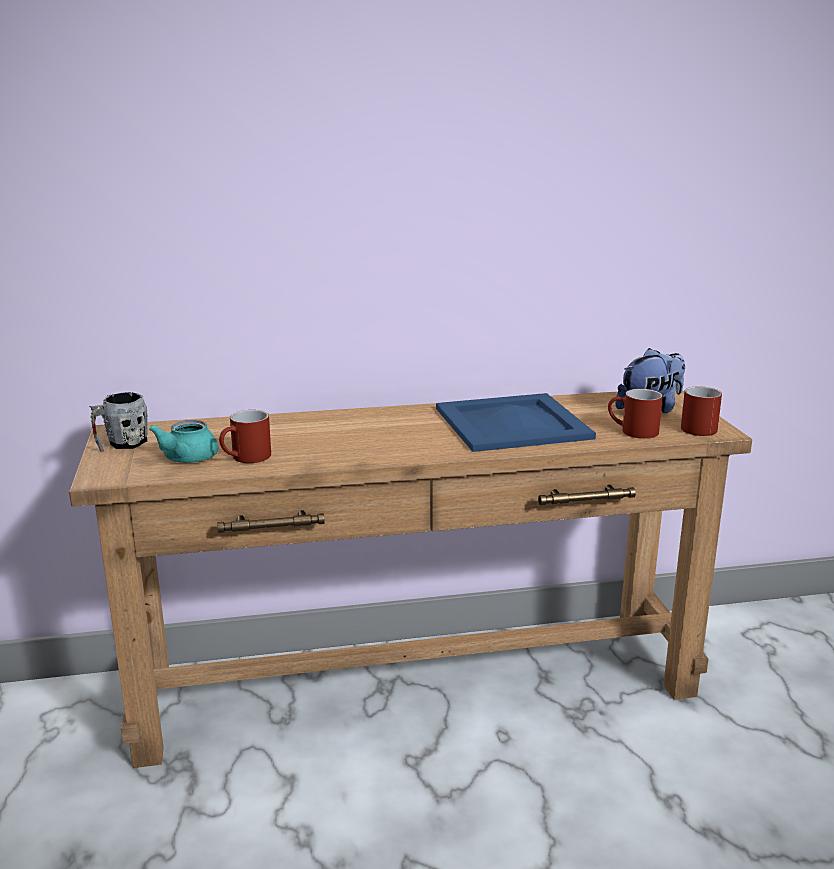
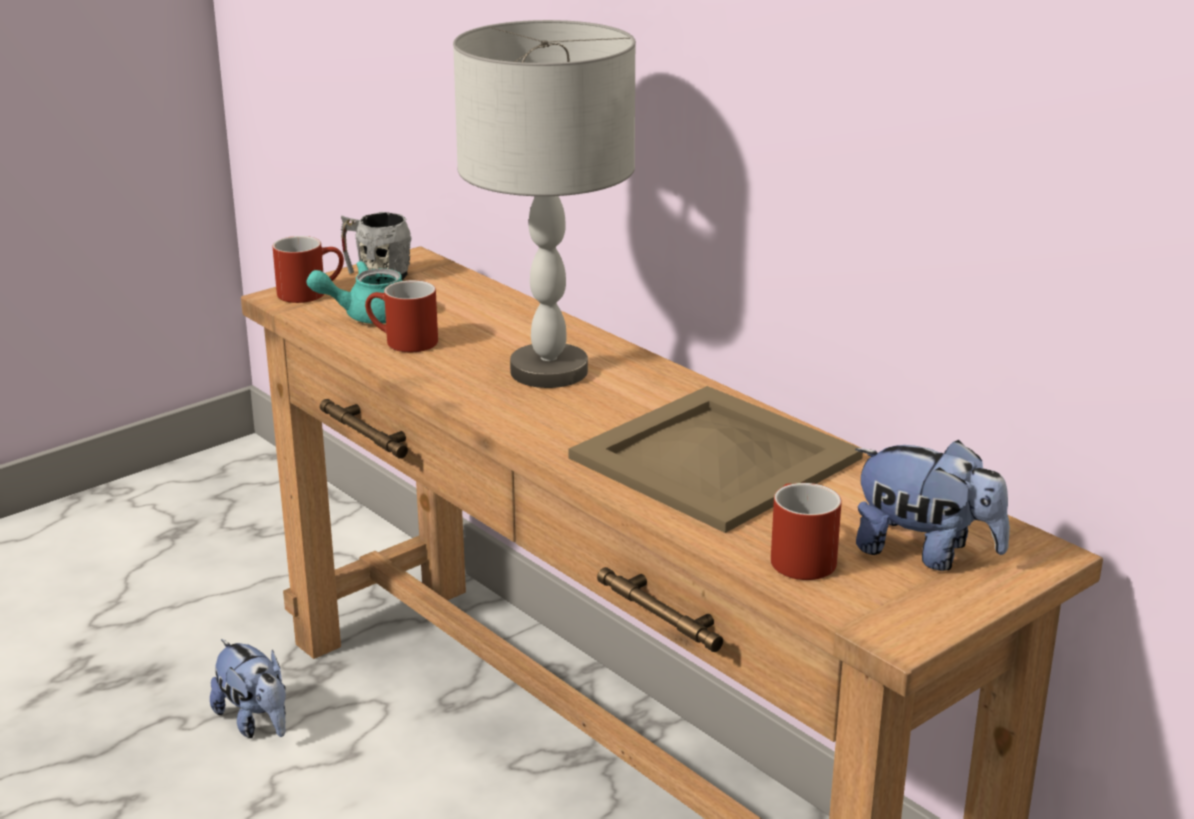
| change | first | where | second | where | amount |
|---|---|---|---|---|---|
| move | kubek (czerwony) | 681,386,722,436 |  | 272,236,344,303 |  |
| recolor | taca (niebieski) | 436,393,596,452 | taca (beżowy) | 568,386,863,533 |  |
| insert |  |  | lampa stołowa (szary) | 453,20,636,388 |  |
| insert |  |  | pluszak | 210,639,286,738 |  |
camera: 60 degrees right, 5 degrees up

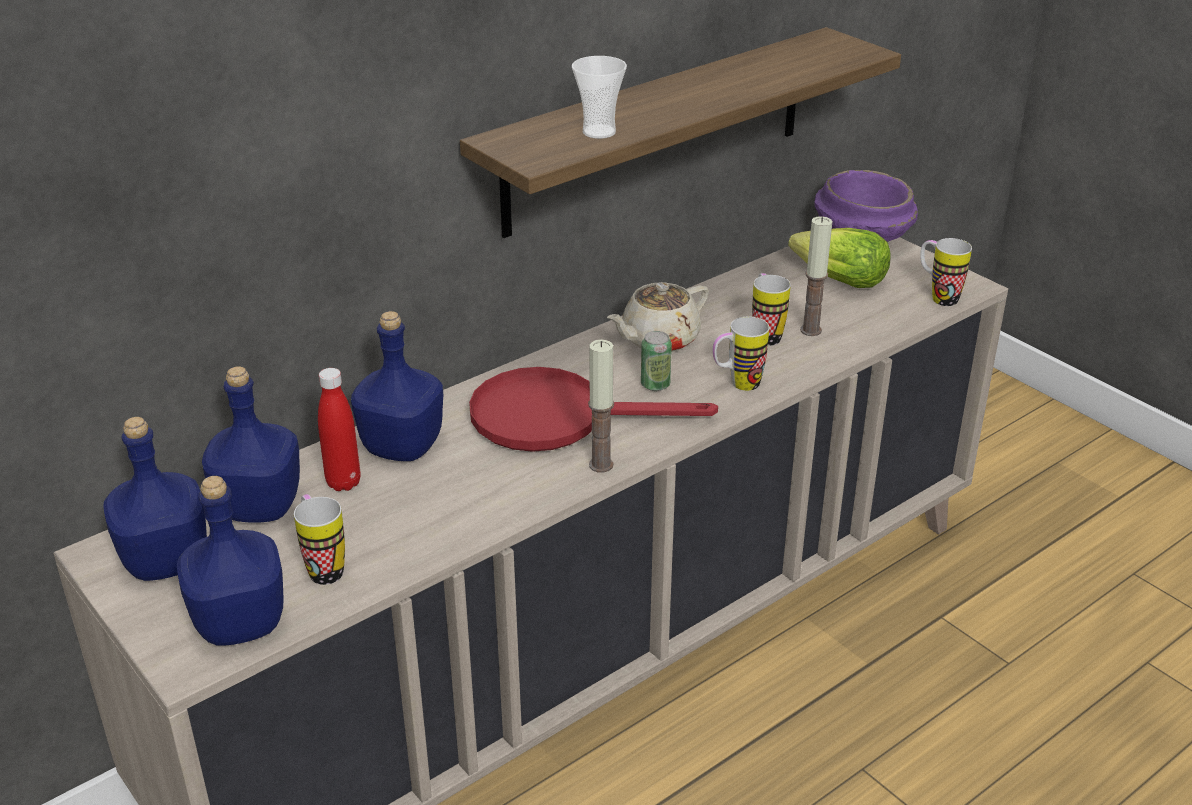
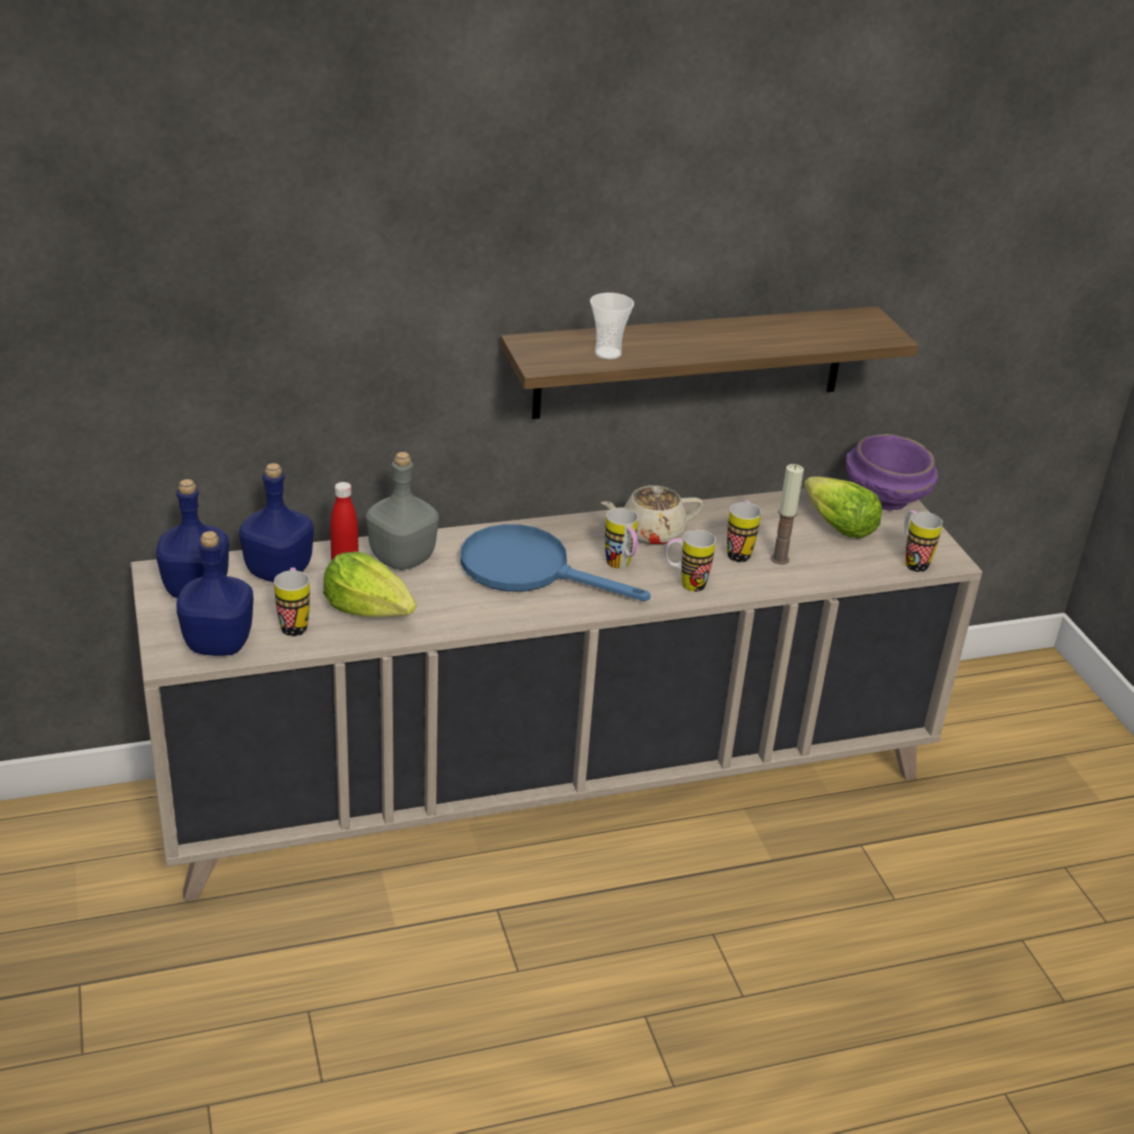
| change | first | where | second | where | amount |
|---|---|---|---|---|---|
| recolor | butelka (niebieski) | 351,311,443,461 | butelka (szary) | 366,452,439,570 |  |
| replace | puszka | 641,331,672,391 | kubek | 605,507,638,569 |  |
| delete | świeca | 588,339,614,473 |  |  |  |
| recolor | patelnia (czerwony) | 469,367,718,452 | patelnia (niebieski) | 461,524,651,601 |  |
| insert |  |  | sałata | 323,552,416,617 |  |
camera: 20 degrees right, 0 degrees up

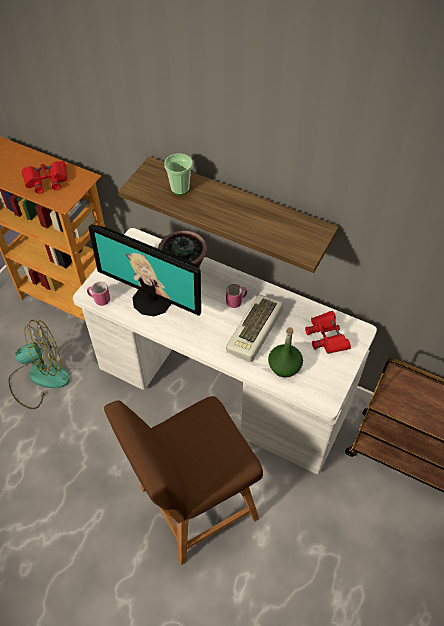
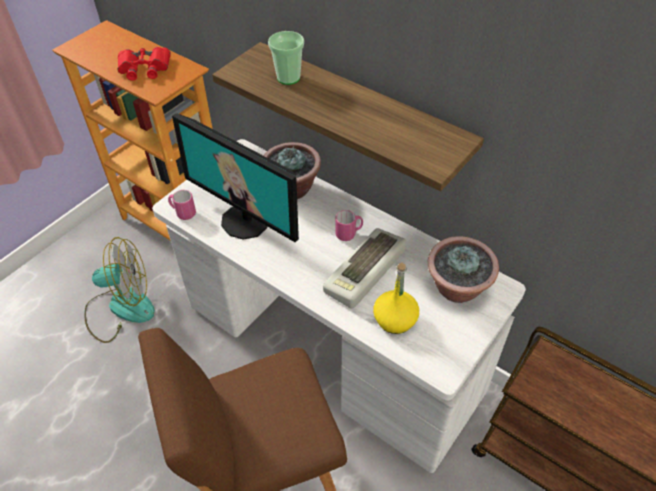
| change | first | where | second | where | amount |
|---|---|---|---|---|---|
| replace | lornetka (czerwony) | 305,311,351,354 | roślina doniczkowa | 428,236,499,303 |  |
| recolor | butelka (zielony) | 268,327,303,377 | butelka (żółty) | 373,263,419,334 |  |
camera: 10 degrees right, 5 degrees down

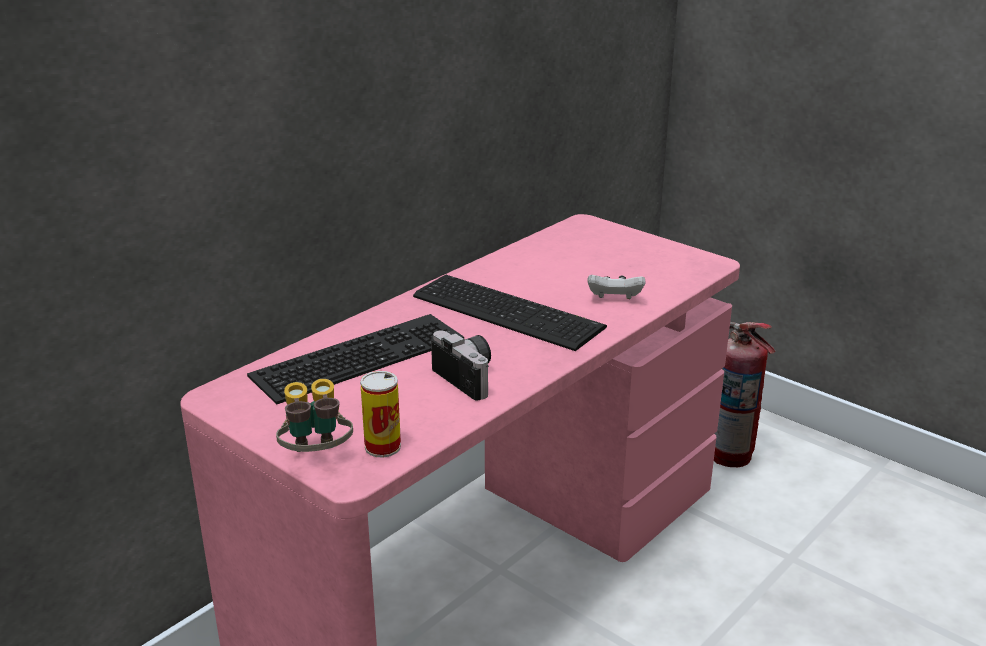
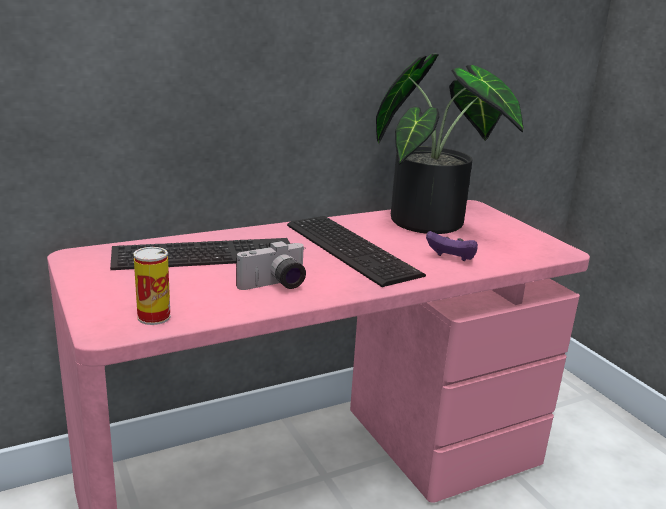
| change | first | where | second | where | amount |
|---|---|---|---|---|---|
| recolor | pad do gier (biały) | 587,275,646,299 | pad do gier (fioletowy) | 426,231,478,261 |  |
| delete | gaśnica | 714,322,775,467 |  |  |  |
| rotate | aparat fotograficzny | 431,331,491,400 |  | 236,240,306,290 | 75 degrees clockwise |
| delete | lornetka | 276,379,353,452 |  |  |  |
| insert |  |  | roślina doniczkowa | 376,54,524,234 |  |
camera: 20 degrees right, 5 degrees down

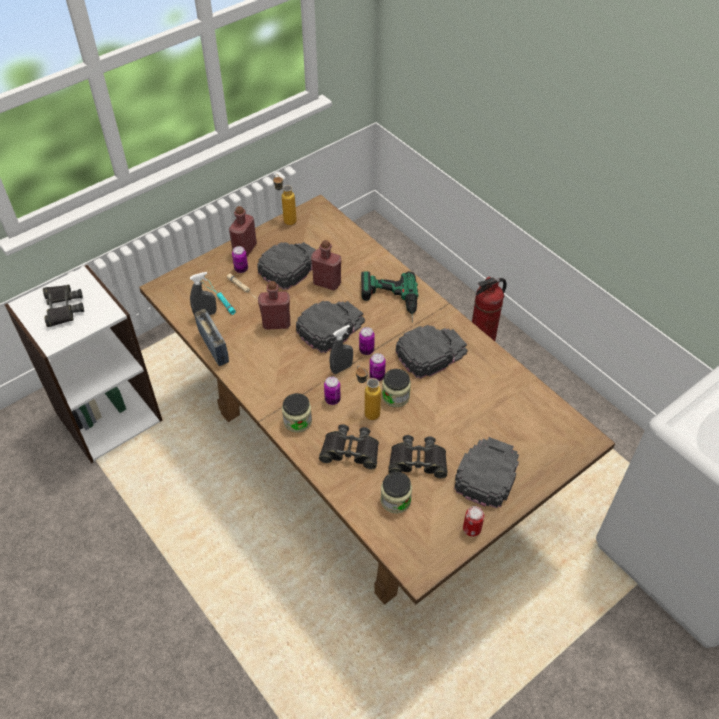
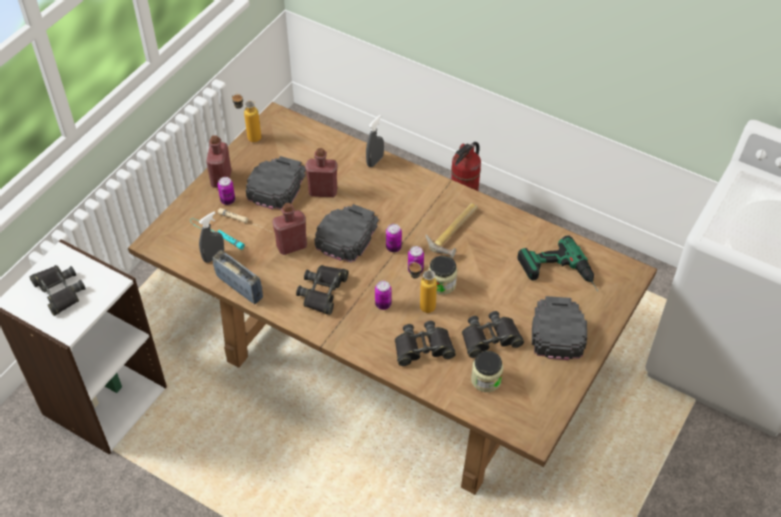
| change | first | where | second | where | amount |
|---|---|---|---|---|---|
| move | wiertarka | 361,271,418,323 |  | 517,235,599,292 |  |
| move | spryskiwacz (szary) | 330,325,353,374 |  | 366,115,384,167 |  |
| replace | czapka z daszkiem (czarny) | 396,325,467,379 | młotek | 426,203,478,259 |  |
| delete | słoik | 282,393,312,433 |  |  |  |
| delete | puszka | 463,506,484,537 |  |  |  |
| insert |  |  | lornetka (czarny) | 296,265,349,315 |  |
camera: 20 degrees left, 0 degrees up

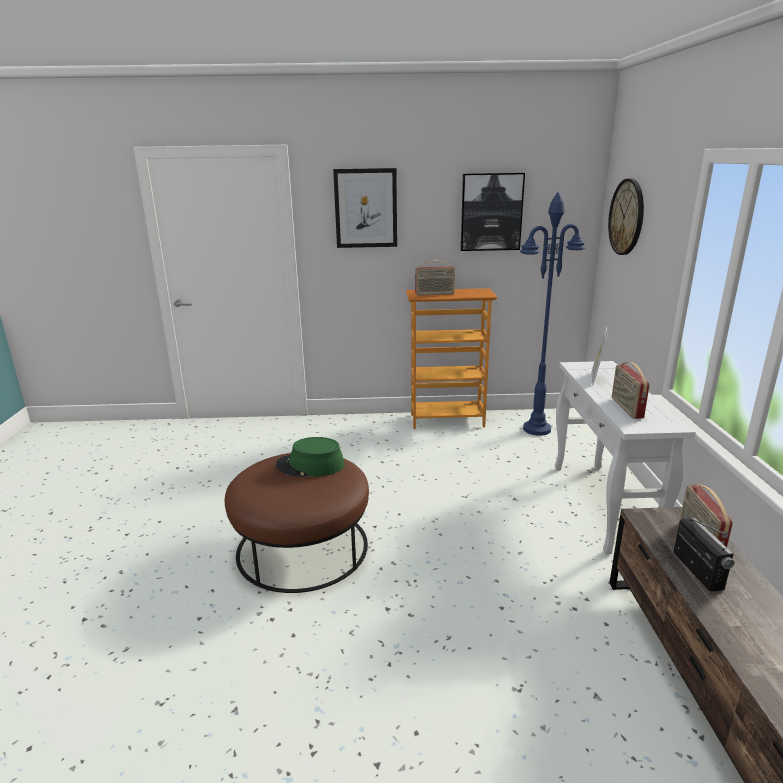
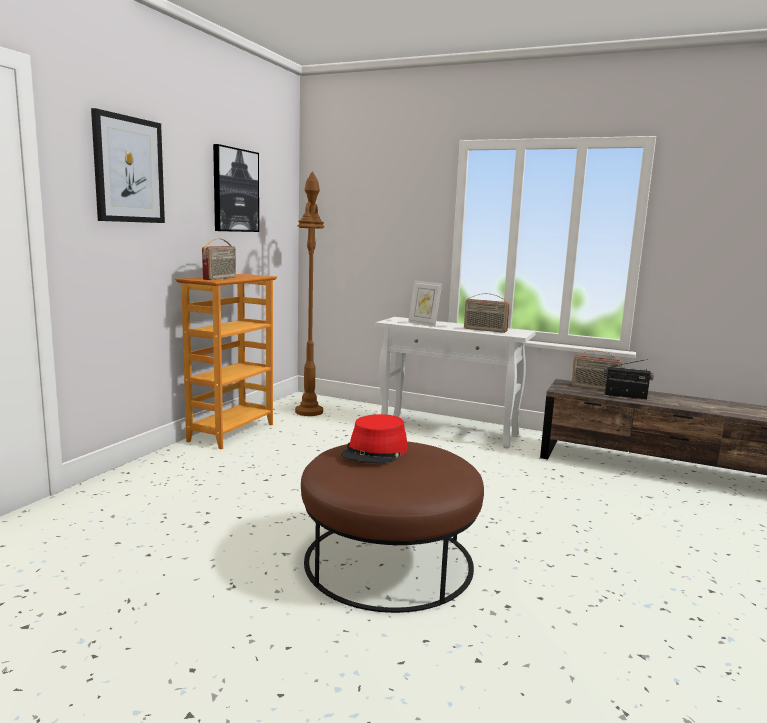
| change | first | where | second | where | amount |
|---|---|---|---|---|---|
| delete | zegar ścienny | 608,179,644,255 |  |  |  |
| recolor | lampa stojąca (niebieski) | 520,192,585,436 | lampa stojąca (brązowy) | 295,171,325,416 |  |
| recolor | kapelusz (zielony) | 276,437,345,477 | kapelusz (czerwony) | 340,414,408,464 |  |
camera: 65 degrees left, 10 degrees down

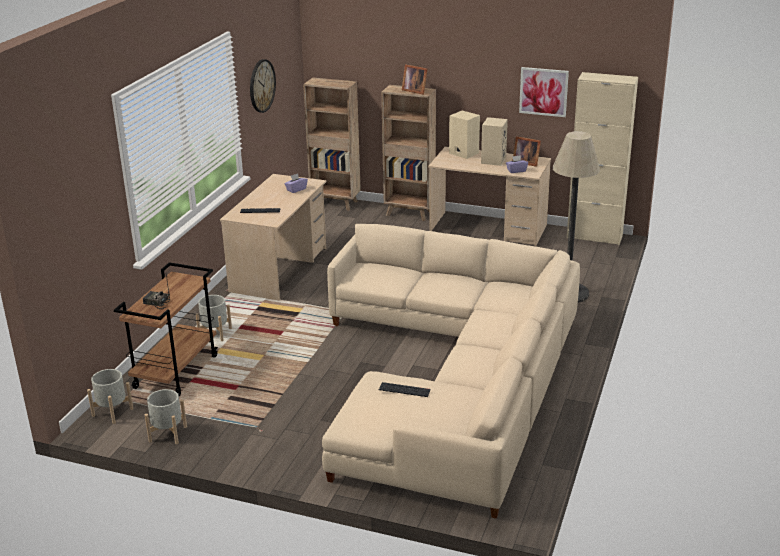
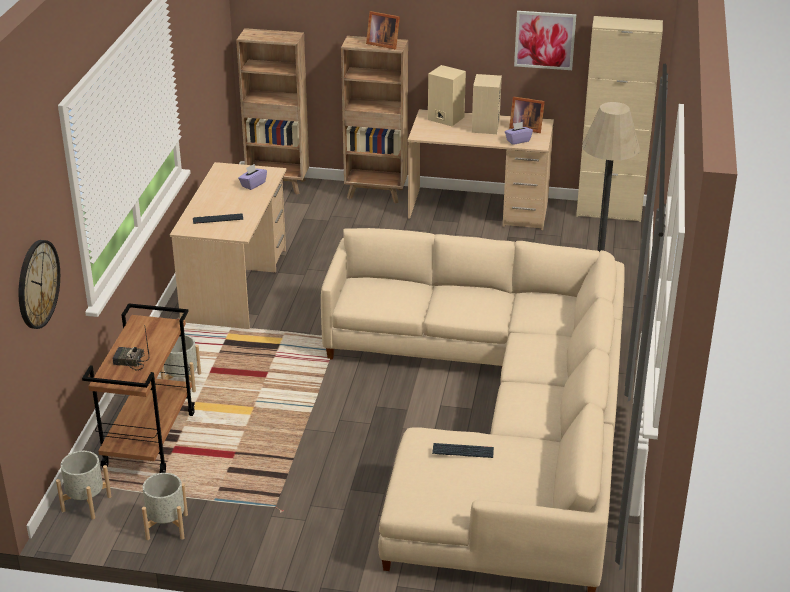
| change | first | where | second | where | amount |
|---|---|---|---|---|---|
| move | zegar ścienny | 250,59,276,113 |  | 19,240,60,329 |  |
camera: 10 degrees left, 5 degrees up

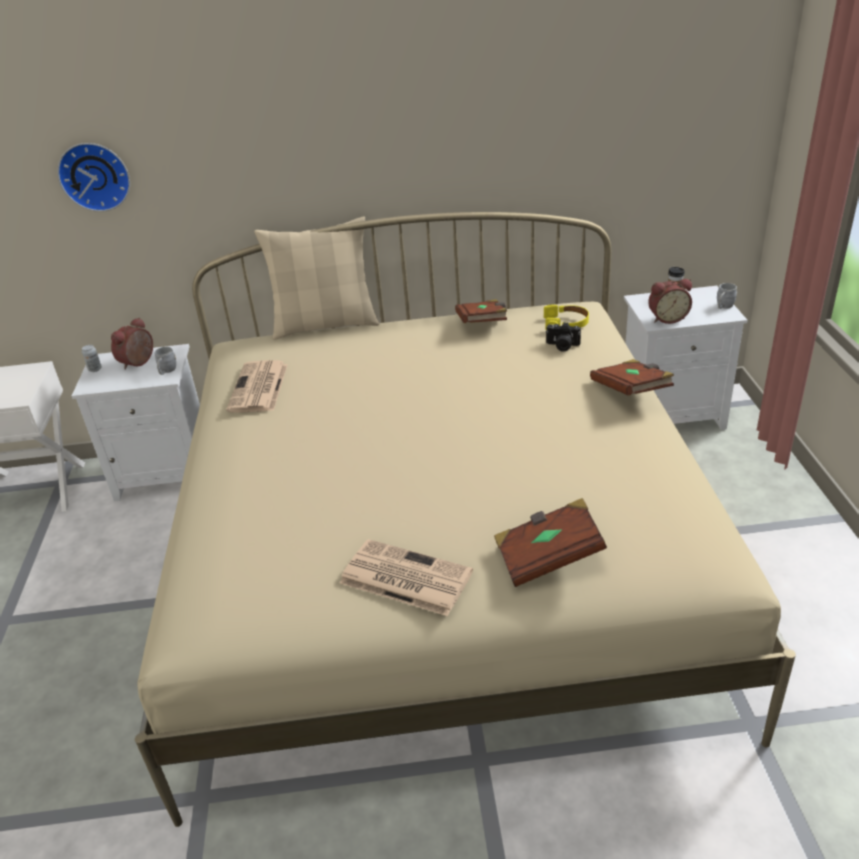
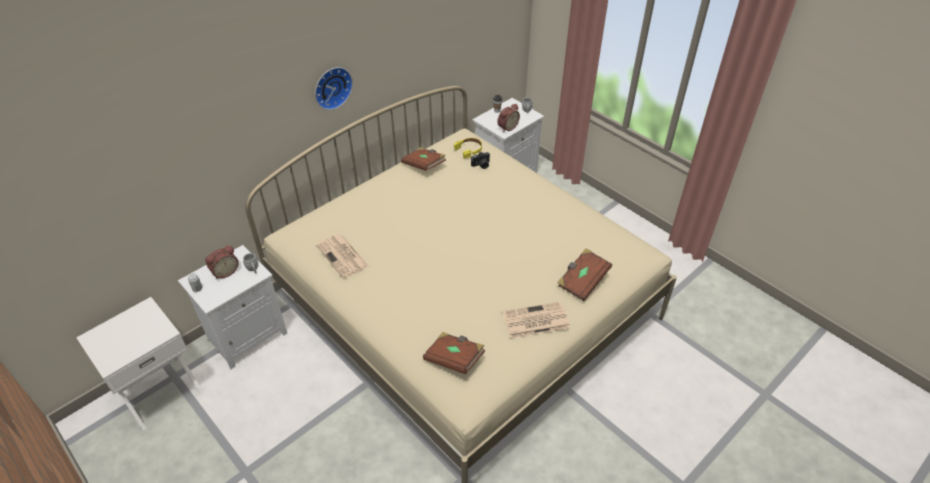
| change | first | where | second | where | amount |
|---|---|---|---|---|---|
| move | zegar ścienny | 57,143,130,212 |  | 315,67,353,110 |  |
| delete | poduszka (beżowy) | 254,217,379,340 |  |  |  |
| rotate | budzik | 111,317,153,370 |  | 205,246,239,279 | 120 degrees counterclockwise |
| move | książka (brązowy) | 590,359,674,396 |  | 423,332,485,374 |  |
camera: 40 degrees left, 10 degrees up

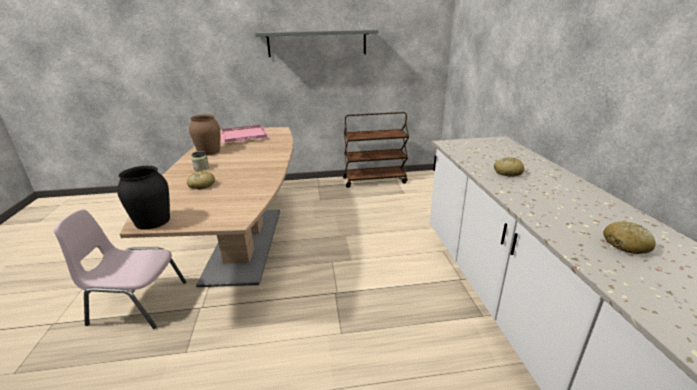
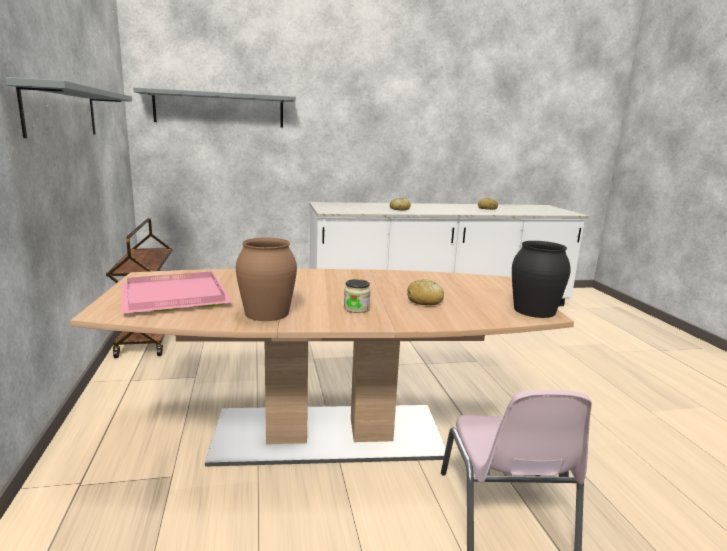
| change | first | where | second | where | amount |
|---|---|---|---|---|---|
| insert |  |  | półka (szary) | 133,88,296,128 |  |
camera: 95 degrees left, 10 degrees down

